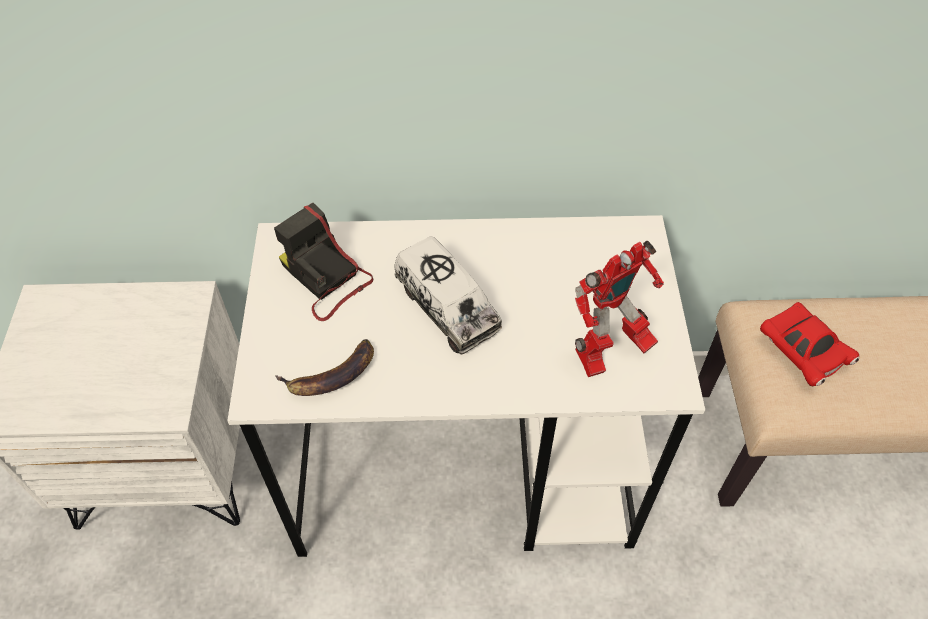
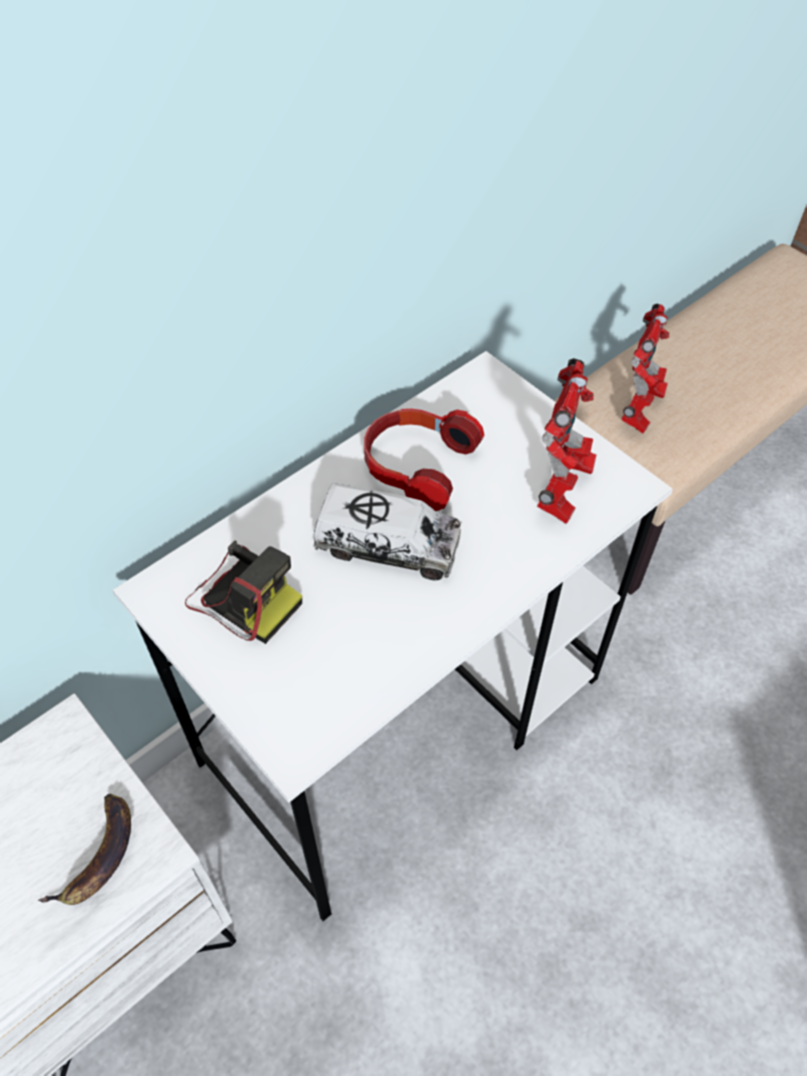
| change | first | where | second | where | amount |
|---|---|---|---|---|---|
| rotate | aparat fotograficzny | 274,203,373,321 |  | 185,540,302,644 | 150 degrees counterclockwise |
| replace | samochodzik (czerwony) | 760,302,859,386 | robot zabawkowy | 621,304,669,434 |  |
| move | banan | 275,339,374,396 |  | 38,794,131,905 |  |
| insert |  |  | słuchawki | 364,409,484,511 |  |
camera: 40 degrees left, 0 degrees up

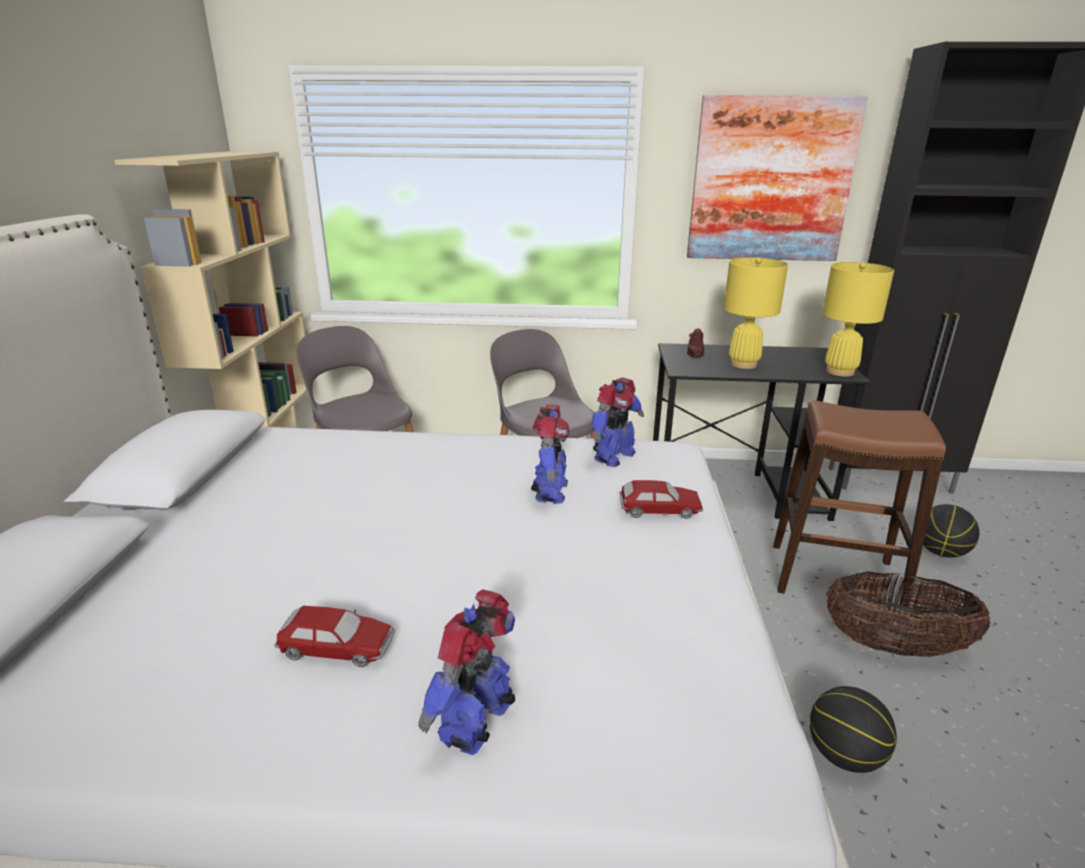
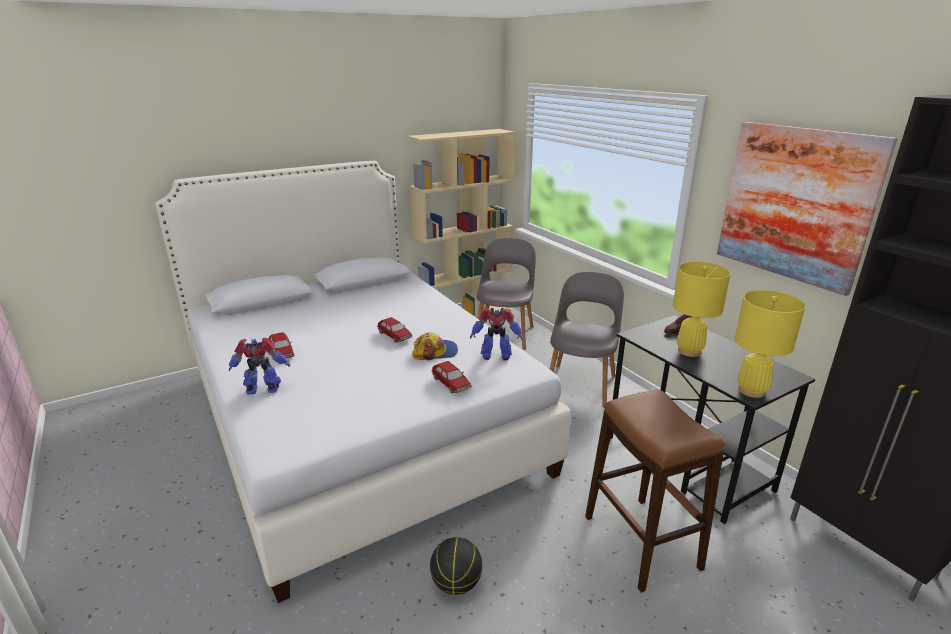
| change | first | where | second | where | amount |
|---|---|---|---|---|---|
| replace | robot zabawkowy | 531,404,570,504 | czapka z daszkiem | 412,333,458,360 |  |
| delete | piłka do koszykówki | 923,504,979,558 |  |  |  |
| delete | koszyk | 826,571,990,657 |  |  |  |
| insert |  |  | samochodzik | 377,317,413,343 |  |
camera: 55 degrees right, 0 degrees up

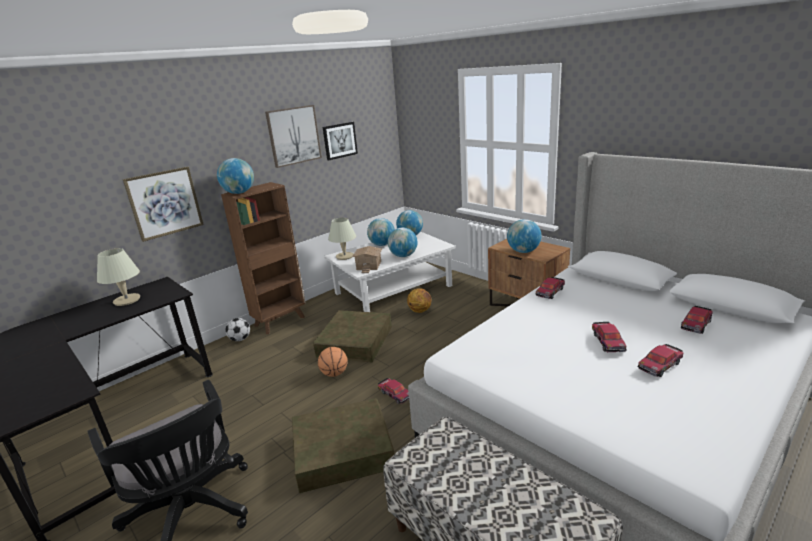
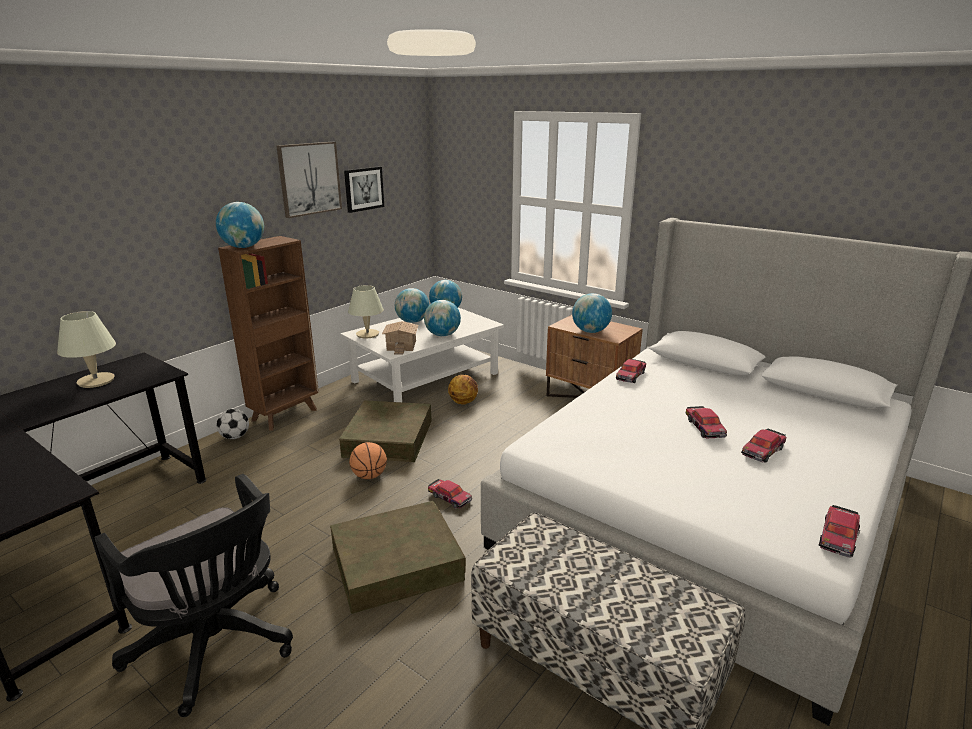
| change | first | where | second | where | amount |
|---|---|---|---|---|---|
| delete | obraz | 123,167,204,242 |  |  |  |
| move | samochodzik | 681,306,713,334 |  | 819,505,860,558 |  |
camera: 10 degrees left, 0 degrees up

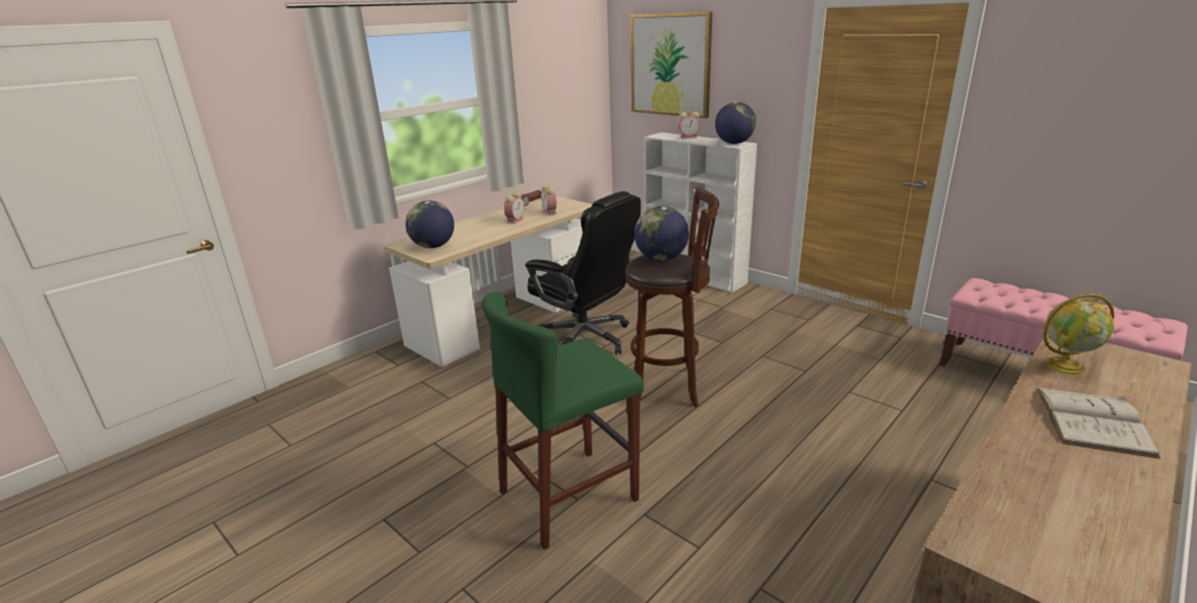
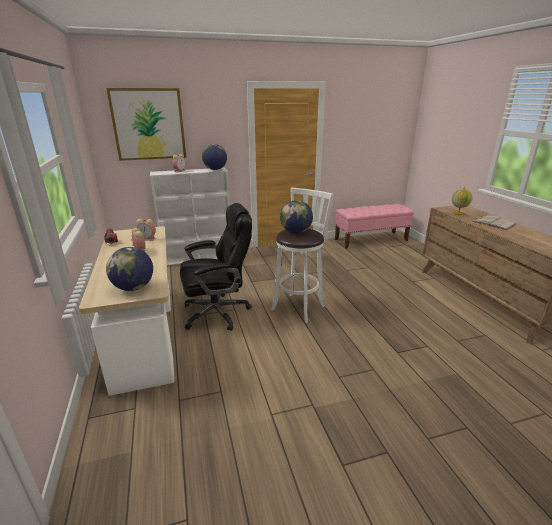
| change | first | where | second | where | amount |
|---|---|---|---|---|---|
| recolor | stołek (brązowy) | 625,187,719,407 | stołek (biały) | 271,187,334,323 |  |
| delete | stołek (zielony) | 482,291,644,550 |  |  |  |
camera: 60 degrees left, 0 degrees up

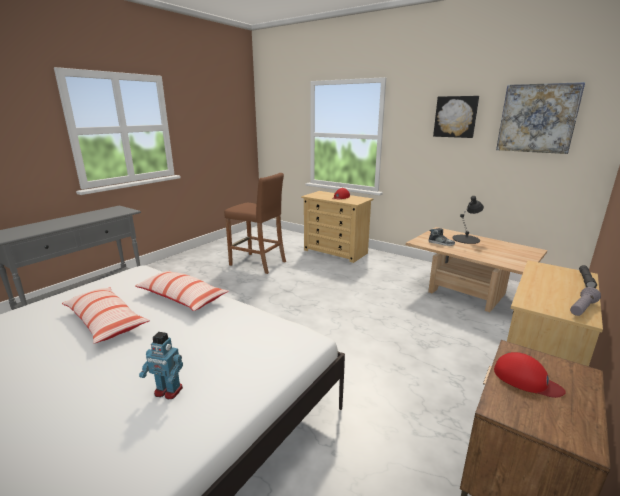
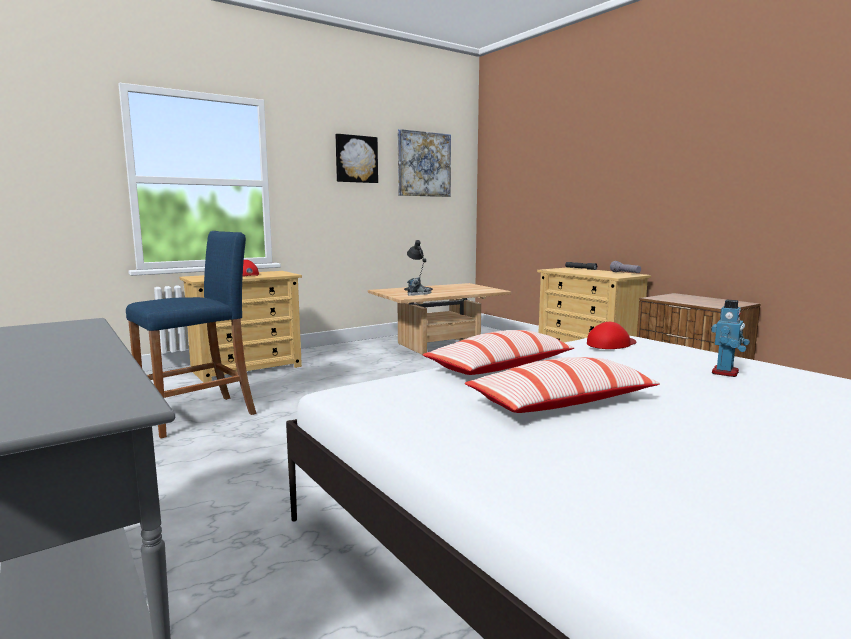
| change | first | where | second | where | amount |
|---|---|---|---|---|---|
| recolor | stołek (brązowy) | 224,173,286,274 | stołek (niebieski) | 126,231,257,438 |  |
| move | czapka z daszkiem (czerwony) | 494,352,566,398 |  | 587,322,636,349 |  |
camera: 70 degrees left, 10 degrees down

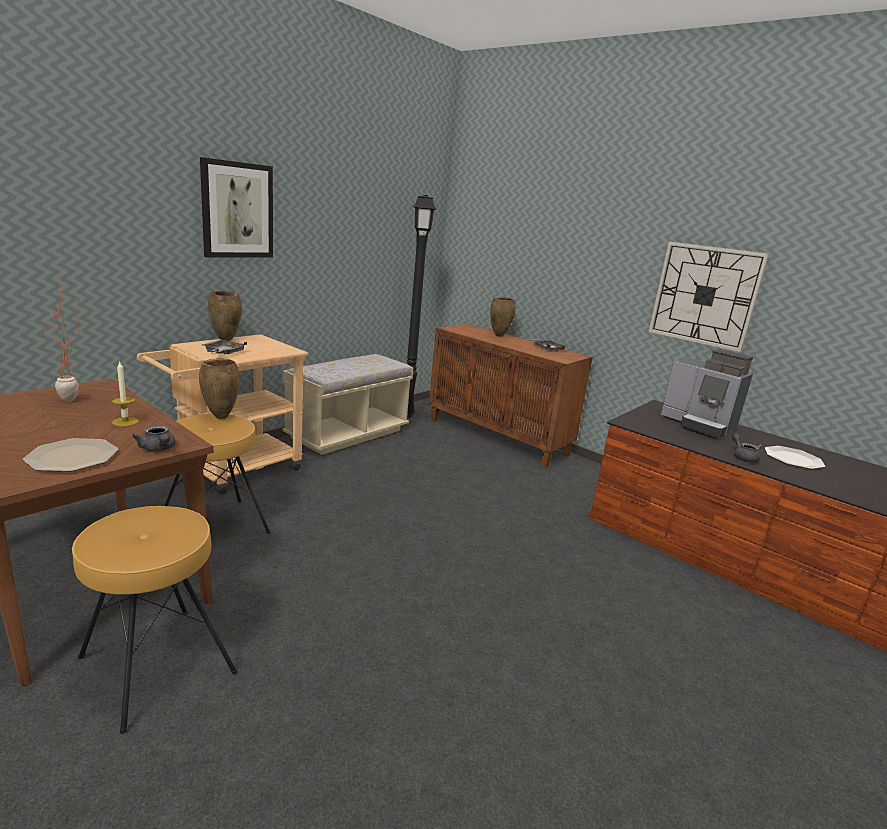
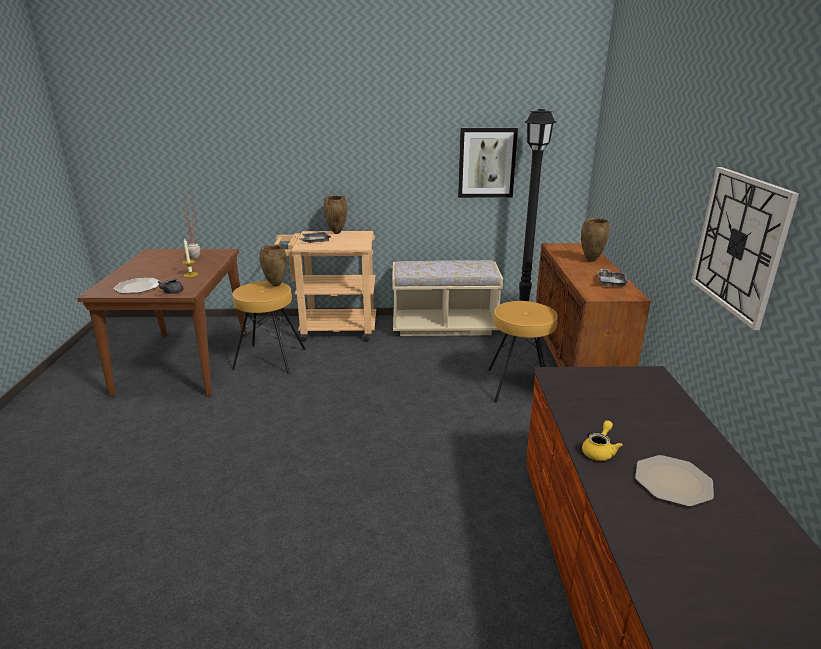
| change | first | where | second | where | amount |
|---|---|---|---|---|---|
| move | obraz | 200,157,273,258 |  | 458,128,518,198 |  |
| delete | ekspres do kawy | 661,349,753,439 |  |  |  |
| recolor | imbryk (szary) | 732,433,762,463 | imbryk (żółty) | 582,420,623,461 |  |
| move | stołek (brązowy) | 72,506,237,734 |  | 488,301,558,403 |  |
camera: 50 degrees right, 5 degrees up

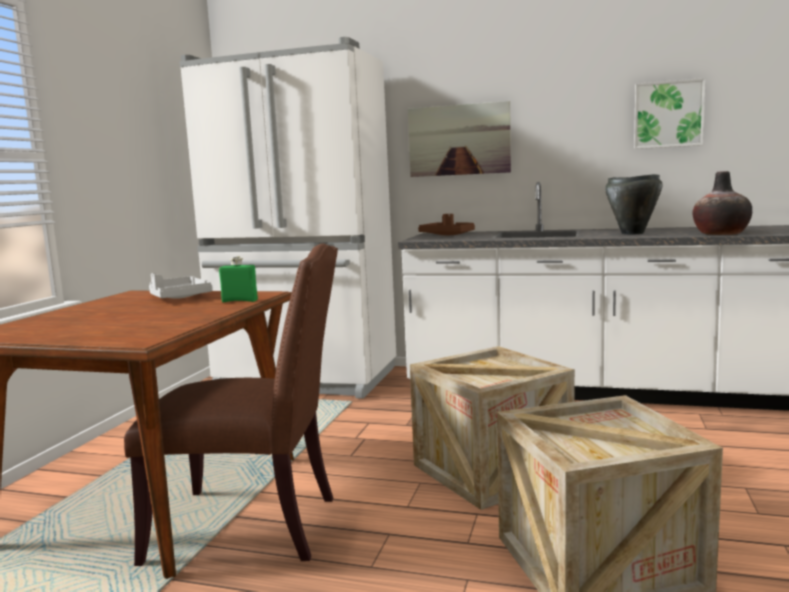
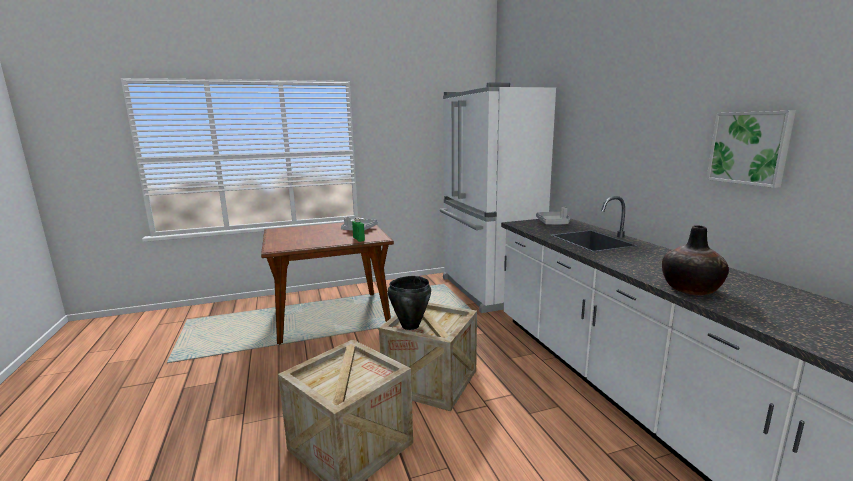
| change | first | where | second | where | amount |
|---|---|---|---|---|---|
| delete | obraz | 408,101,511,177 |  |  |  |
| move | garnek (czarny) | 605,174,662,234 |  | 388,276,431,330 |  |
| recolor | taca (brązowy) | 418,214,475,235 | taca (szary) | 536,207,570,225 |  |
| delete | krzesło (brązowy) | 124,243,338,566 |  |  |  |
camera: 55 degrees right, 5 degrees up

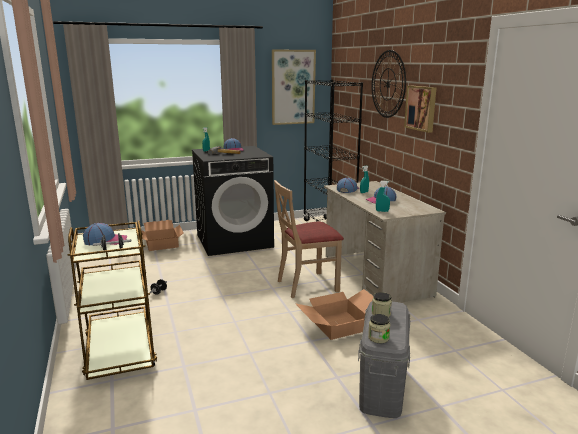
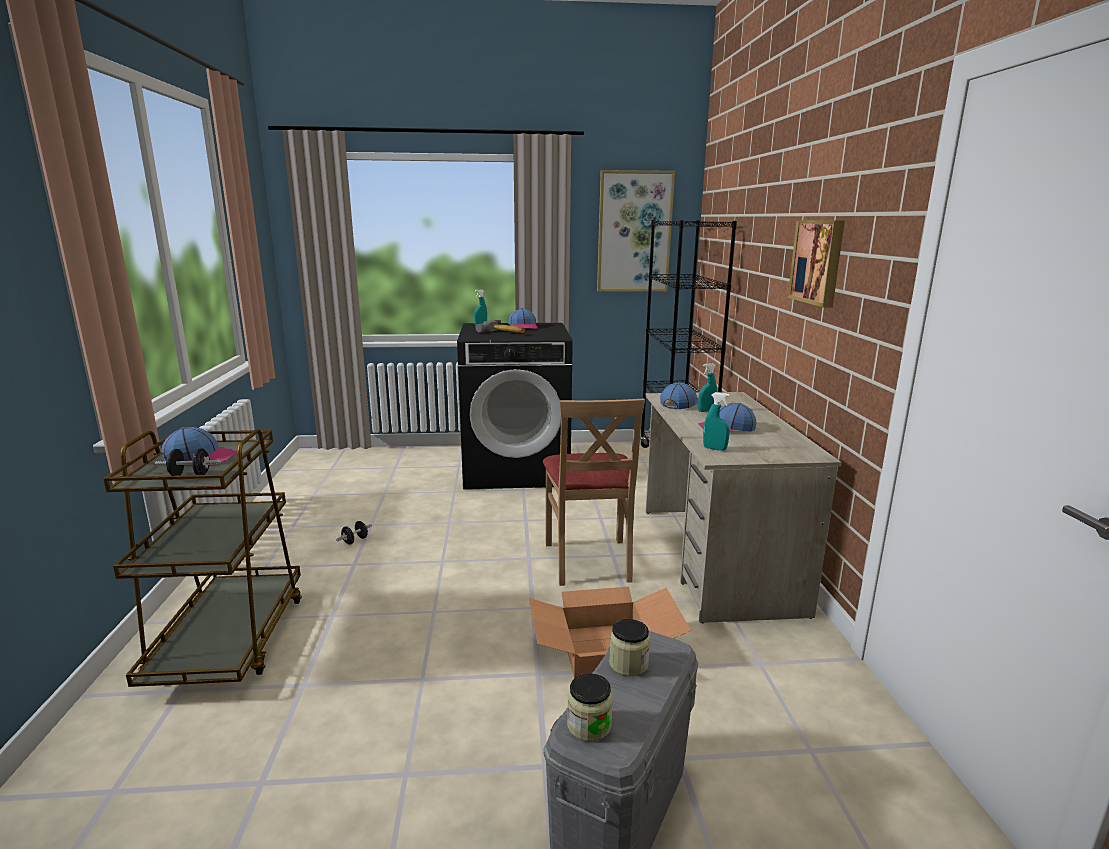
| change | first | where | second | where | amount |
|---|---|---|---|---|---|
| delete | zegar ścienny | 372,50,406,118 |  |  |  |
| rotate | krzesło (beżowy) | 274,180,344,298 |  | 543,398,645,586 | 90 degrees counterclockwise |
| delete | karton | 141,220,184,251 |  |  |  |
camera: 15 degrees right, 0 degrees up

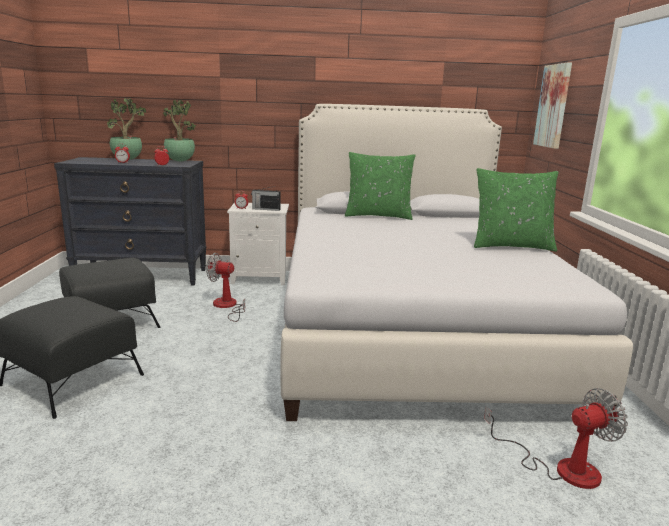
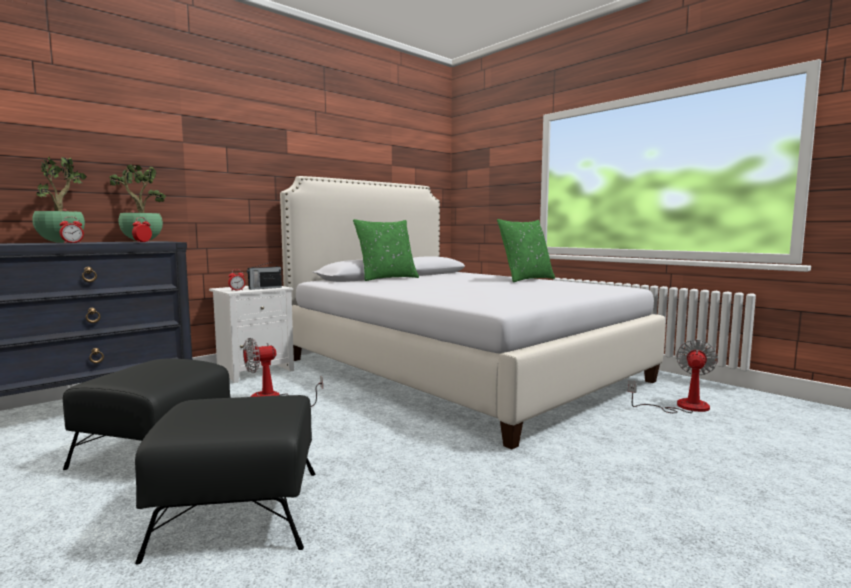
| change | first | where | second | where | amount |
|---|---|---|---|---|---|
| delete | obraz | 533,62,572,149 |  |  |  |
camera: 40 degrees left, 10 degrees down

